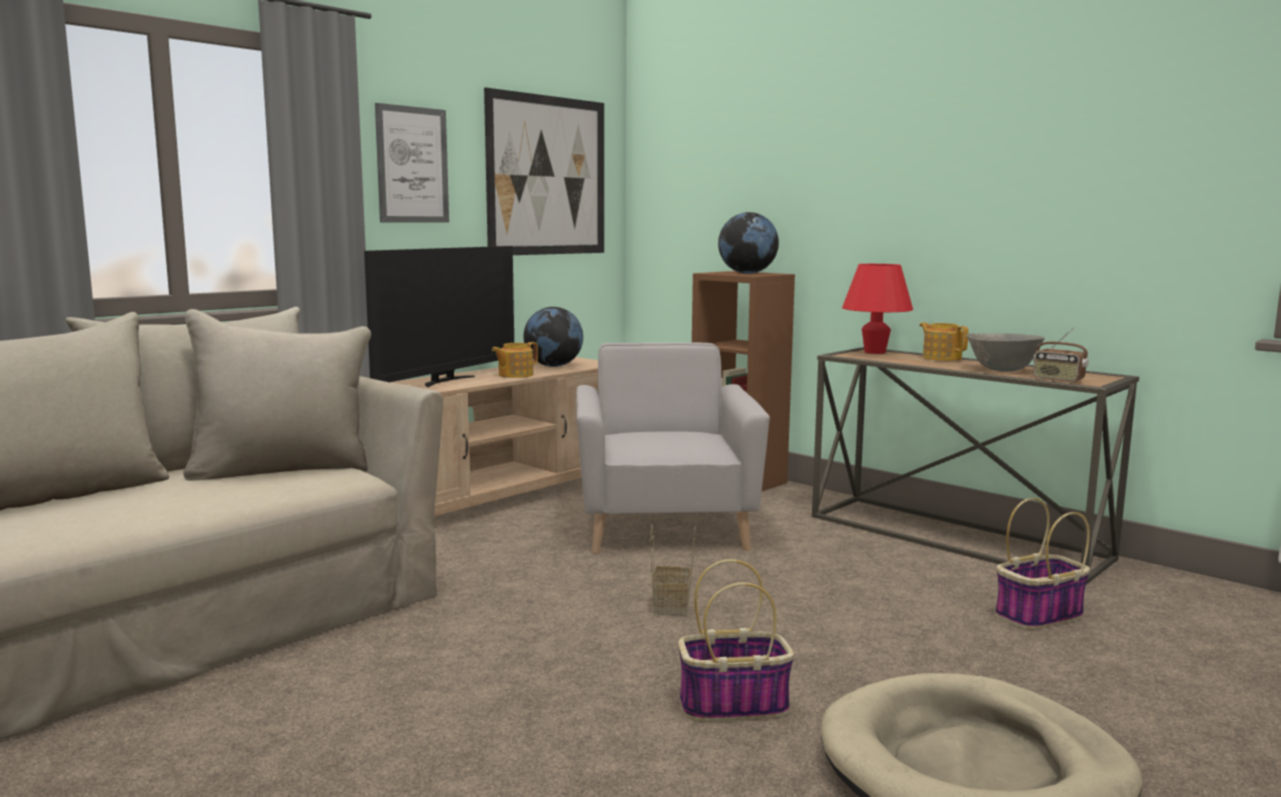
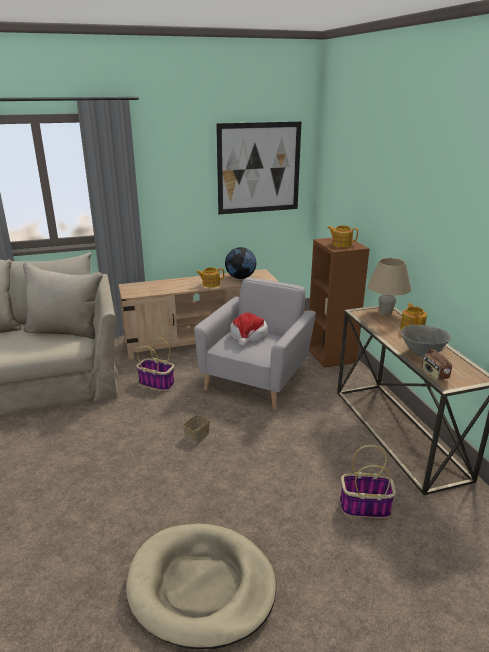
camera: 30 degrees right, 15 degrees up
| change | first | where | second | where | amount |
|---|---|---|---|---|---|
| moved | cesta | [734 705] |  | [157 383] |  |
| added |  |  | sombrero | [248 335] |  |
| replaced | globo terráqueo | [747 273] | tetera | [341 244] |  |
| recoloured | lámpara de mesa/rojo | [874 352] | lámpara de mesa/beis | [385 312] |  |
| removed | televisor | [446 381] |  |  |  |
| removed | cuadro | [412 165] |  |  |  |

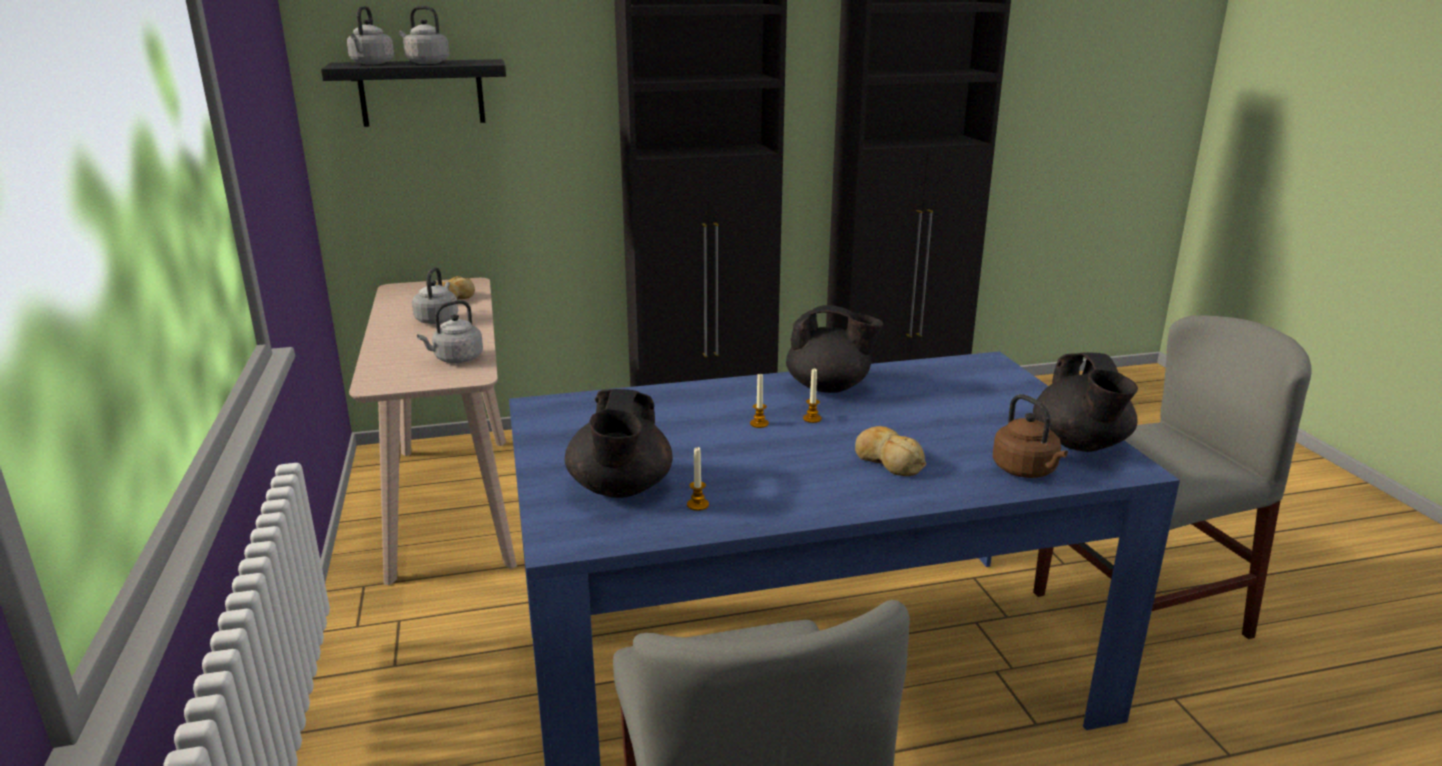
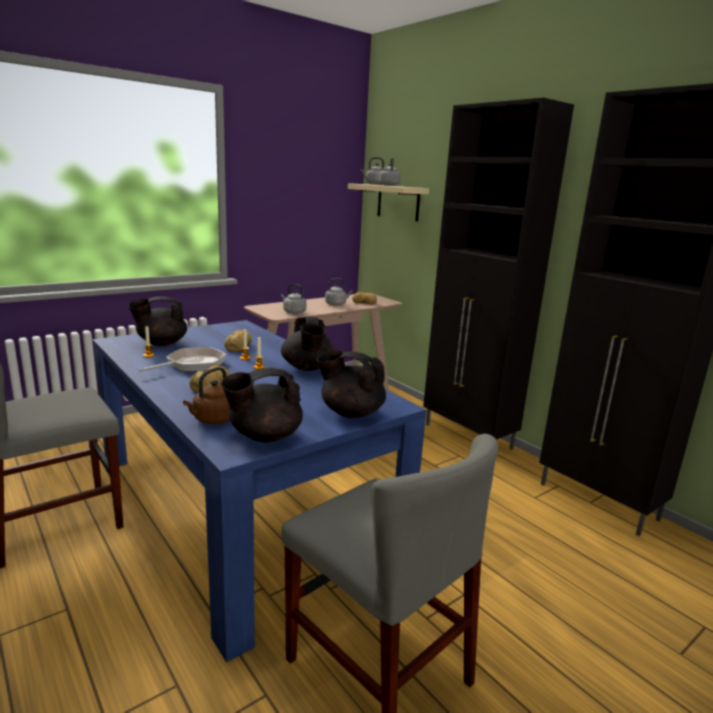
camera: 65 degrees right, 5 degrees down
| change | first | where | second | where | amount |
|---|---|---|---|---|---|
| added |  |  | sartén | [192 365] |  |
| added |  |  | pan | [238 346] |  |
| added |  |  | tetera/negro | [351 412] |  |
| recoloured | estante/negro | [421 92] | estante/beis | [398 202] |  |

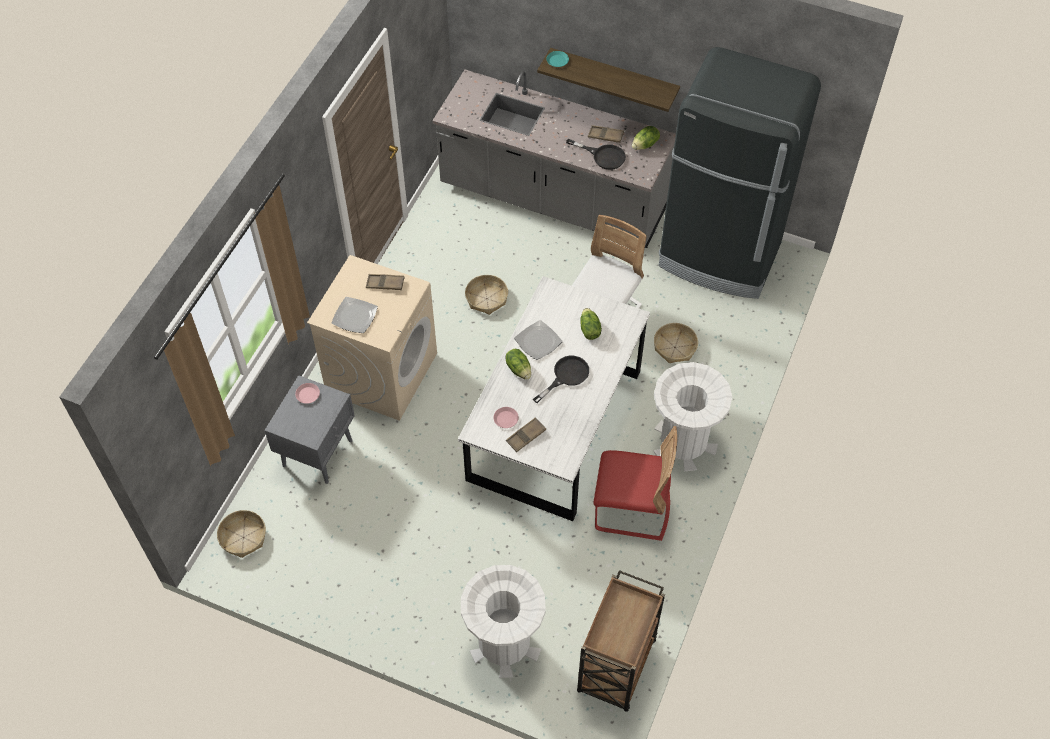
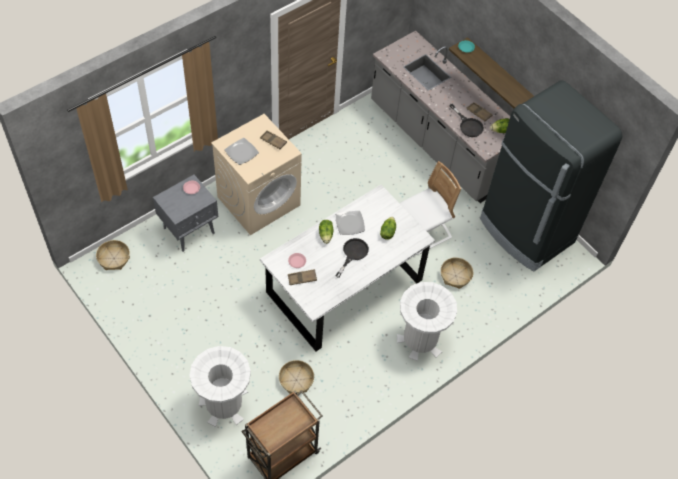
camera: 25 degrees right, 0 degrees up
| change | first | where | second | where | amount |
|---|---|---|---|---|---|
| moved | cesta | [486 299] |  | [296 380] |  |
| turned | sartén/negro | [566 376] |  | [353 254] | 45 degrees counterclockwise |
| removed | silla/rojo | [631 509] |  |  |  |

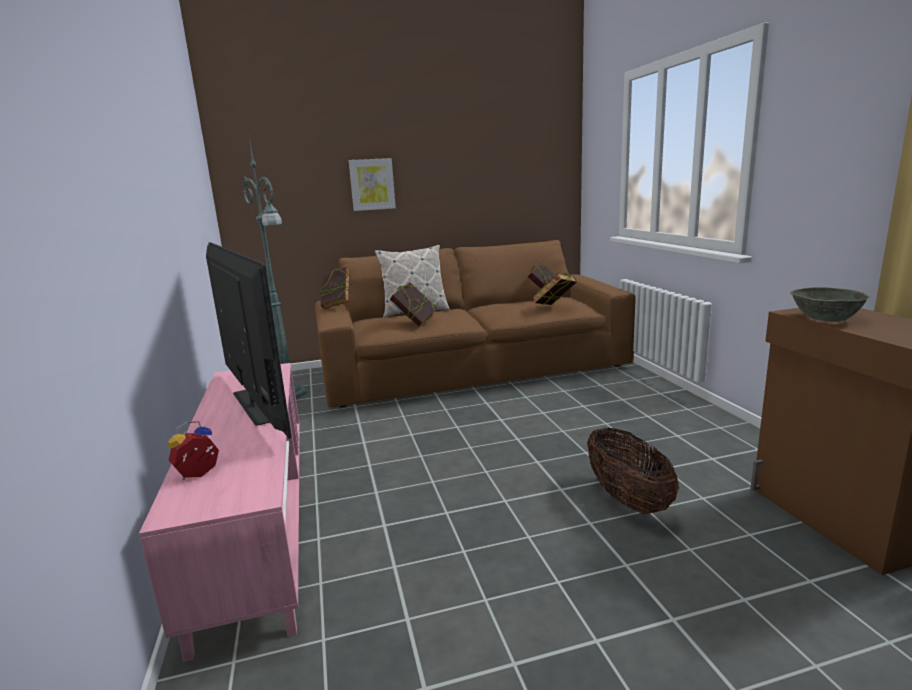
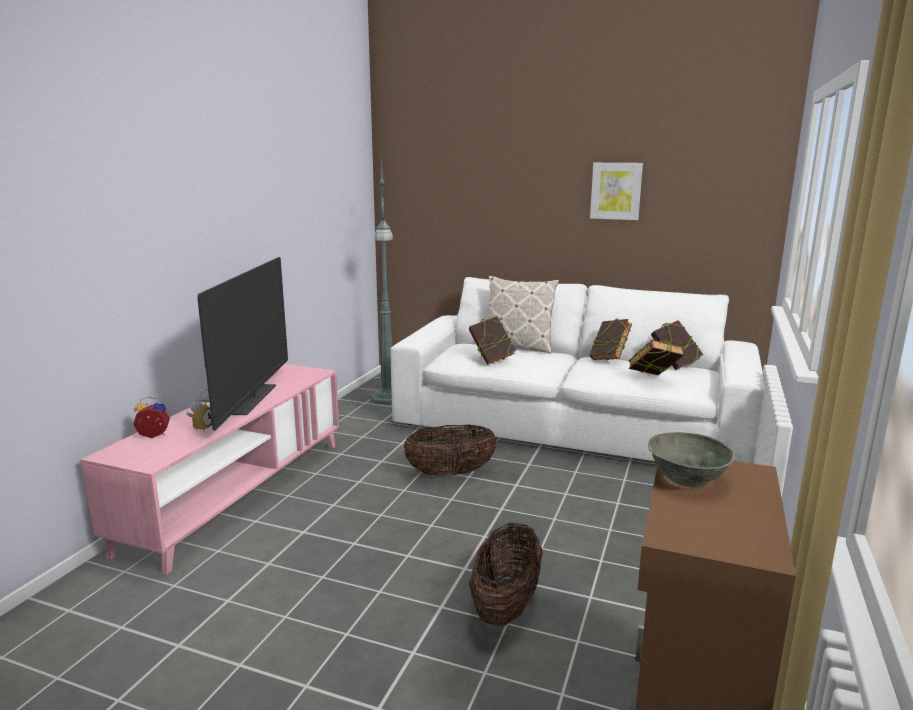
camera: 35 degrees right, 0 degrees up
| change | first | where | second | where | amount |
|---|---|---|---|---|---|
| added |  |  | despertador | [201 427] |  |
| recoloured | sofá/marrón | [473 369] | sofá/blanco | [570 425] |  |
| added |  |  | cesta | [450 473] |  |
| moved | libro | [337 306] |  | [609 359] |  |
| moved | cuadro | [372 184] |  | [616 191] |  |

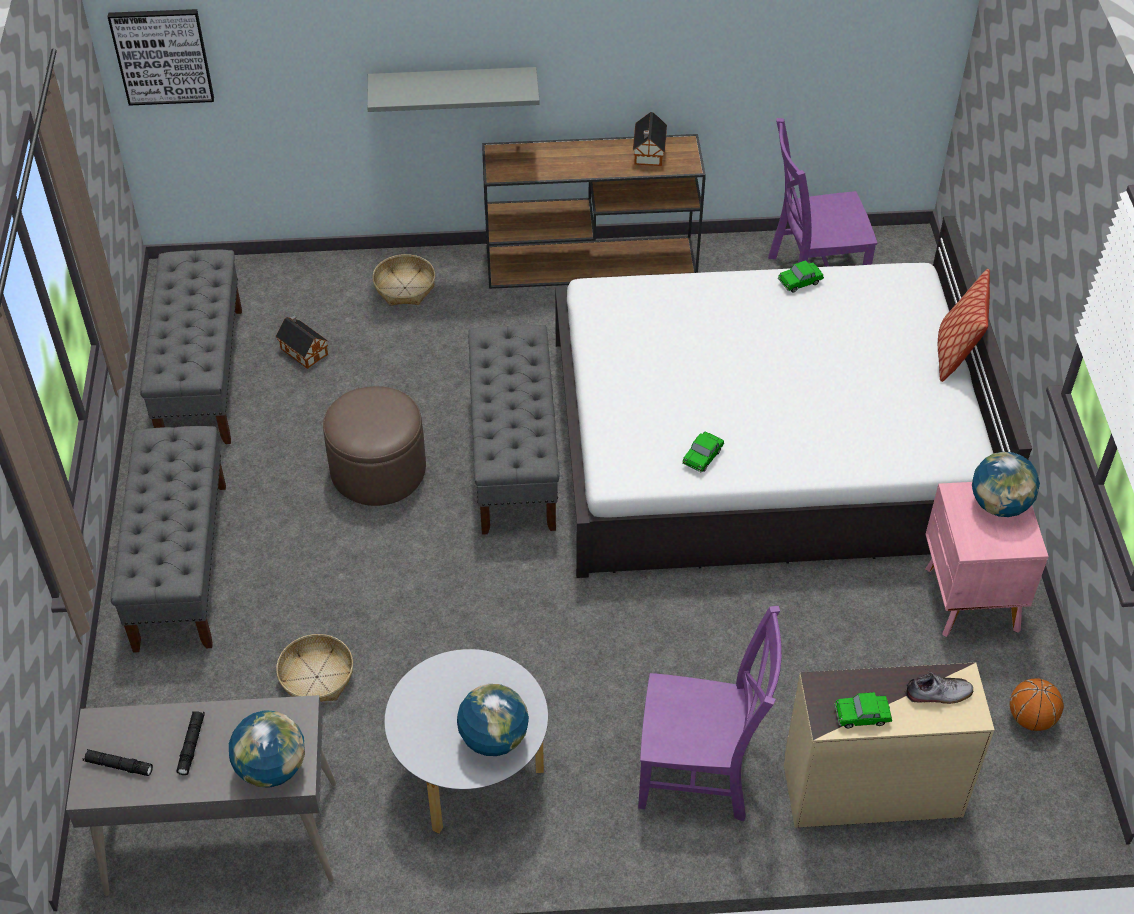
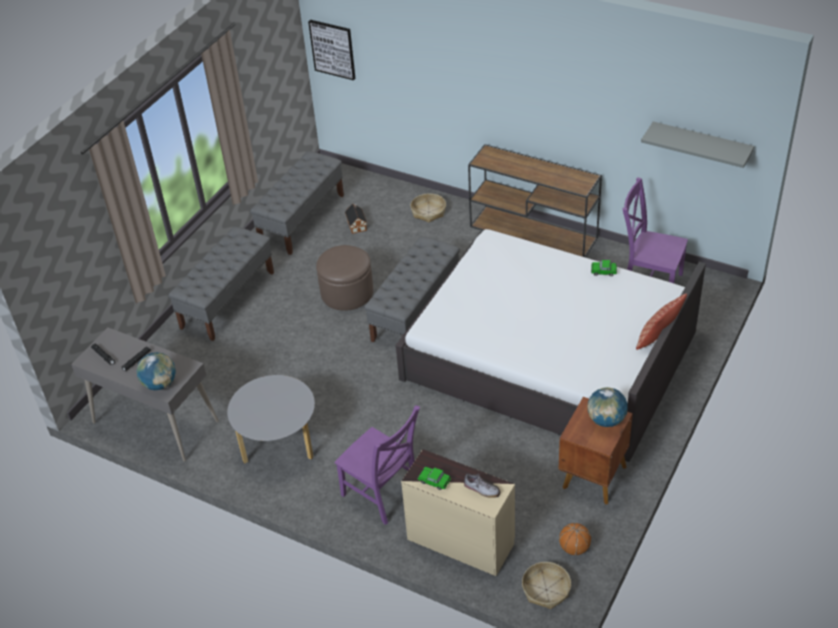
camera: 35 degrees right, 5 degrees down
| change | first | where | second | where | amount |
|---|---|---|---|---|---|
| moved | cesta | [316 677] |  | [546 590] |  |
| recoloured | mesita de noche/rosa | [970 600] | mesita de noche/marrón | [593 477] |  |
| moved | estante/gris | [453 88] |  | [701 144] |  |
| removed | globo terráqueo | [493 738] |  |  |  |
| removed | casita | [648 153] |  |  |  |
| removed | coche de juguete | [702 457] |  |  |  |

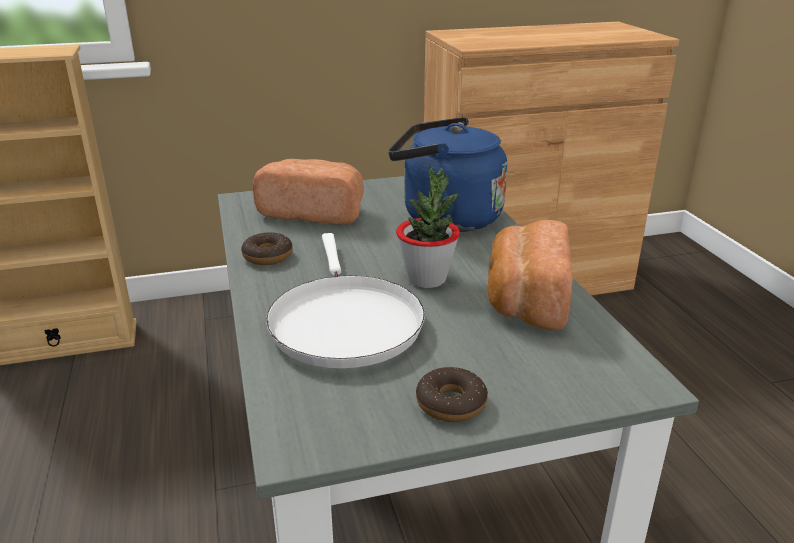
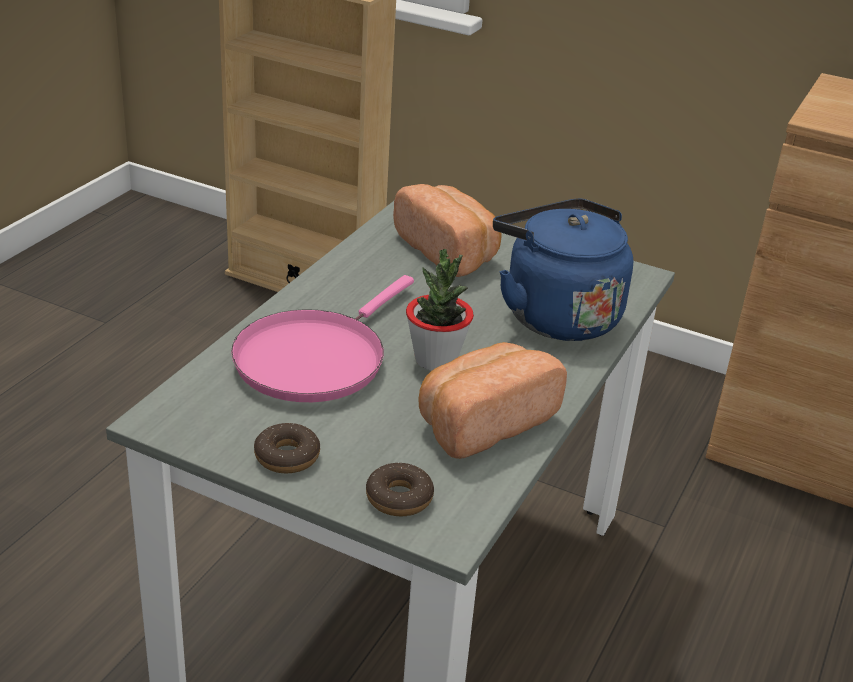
camera: 40 degrees right, 5 degrees up
| change | first | where | second | where | amount |
|---|---|---|---|---|---|
| recoloured | sartén/blanco | [343 322] | sartén/rosa | [314 358] |  |
| moved | rosquilla | [268 256] |  | [399 498] |  |

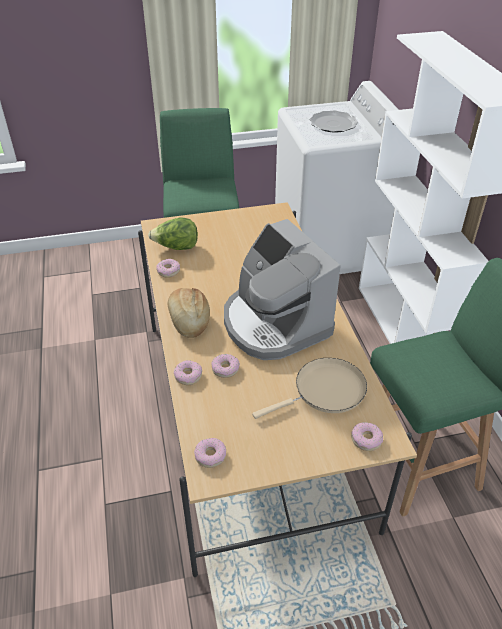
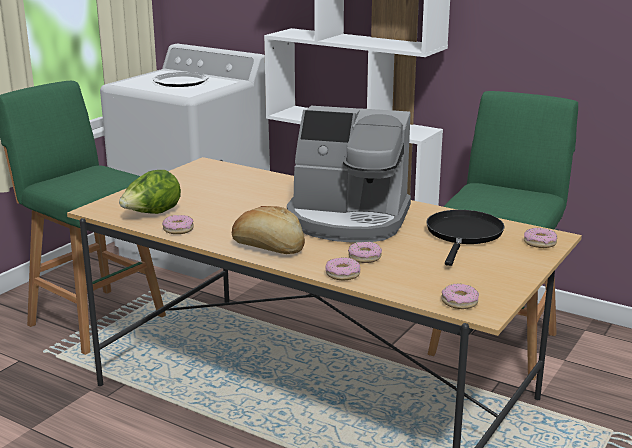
camera: 45 degrees left, 20 degrees down
| change | first | where | second | where | amount |
|---|---|---|---|---|---|
| recoloured | sartén/beis | [325 391] | sartén/negro | [463 235] |  |

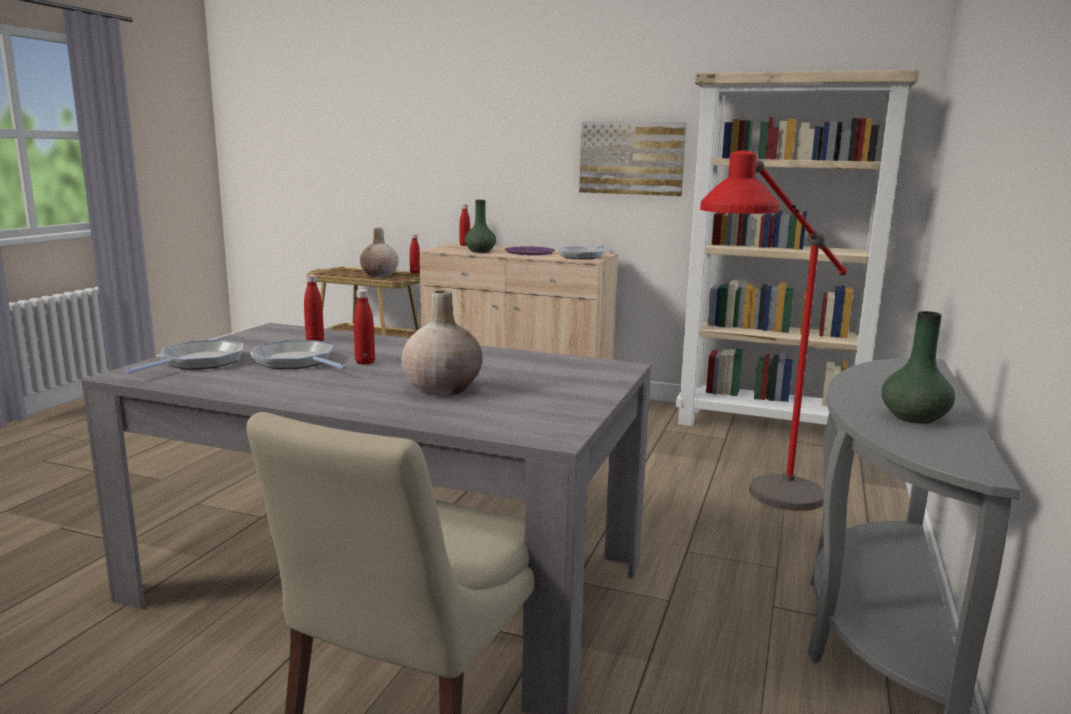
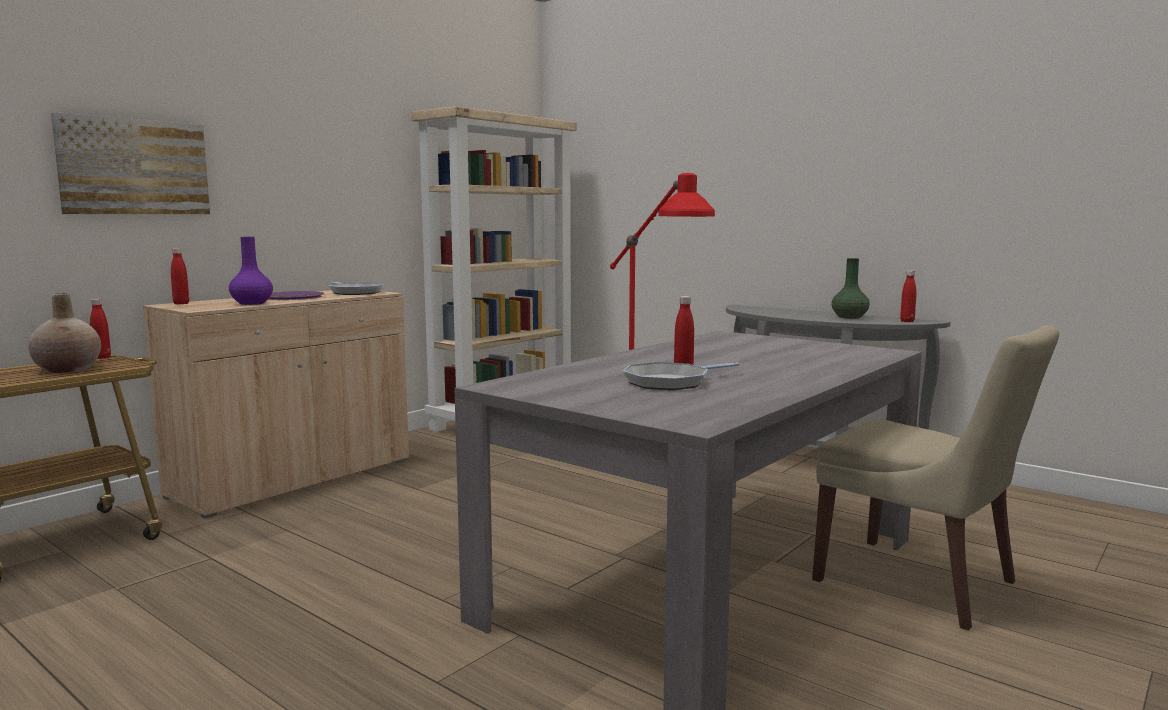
camera: 70 degrees left, 5 degrees down
| change | first | where | second | where | amount |
|---|---|---|---|---|---|
| moved | cuadro | [632 158] |  | [134 167] |  |
| recoloured | florero/verde | [480 251] | florero/morado | [251 303] |  |
| moved | botella/rojo | [315 341] |  | [907 321] |  |
| removed | sartén | [198 362] |  |  |  |
| removed | florero/beis | [442 389] |  |  |  |

